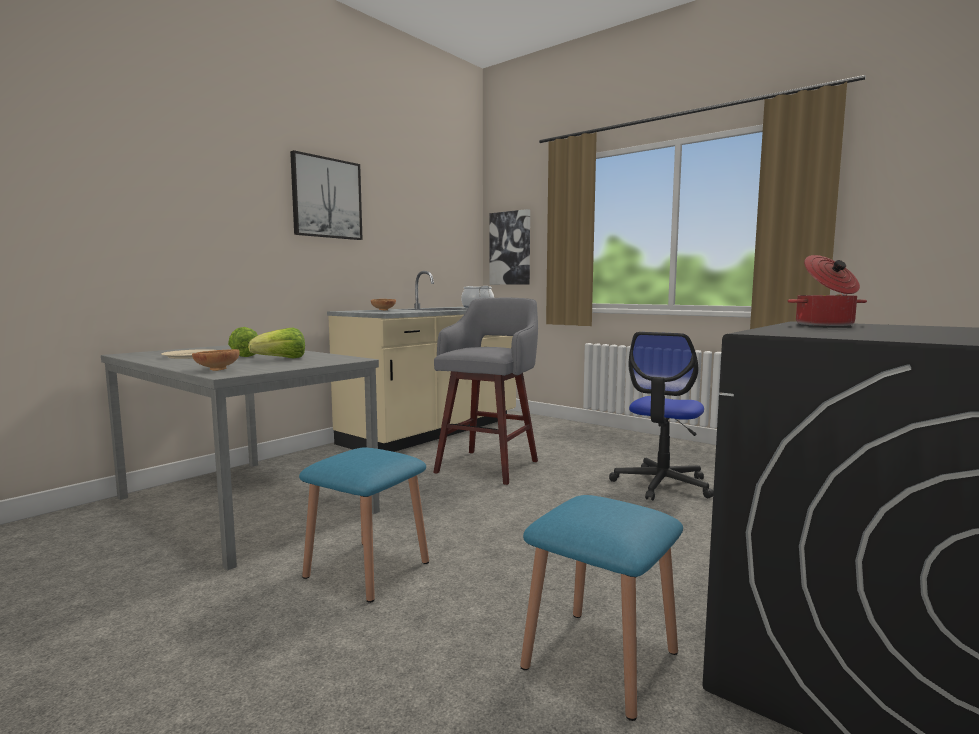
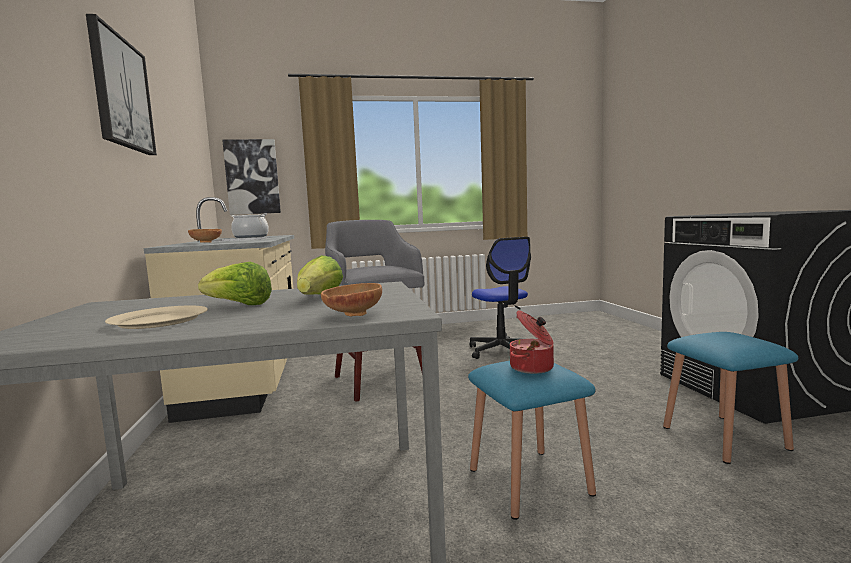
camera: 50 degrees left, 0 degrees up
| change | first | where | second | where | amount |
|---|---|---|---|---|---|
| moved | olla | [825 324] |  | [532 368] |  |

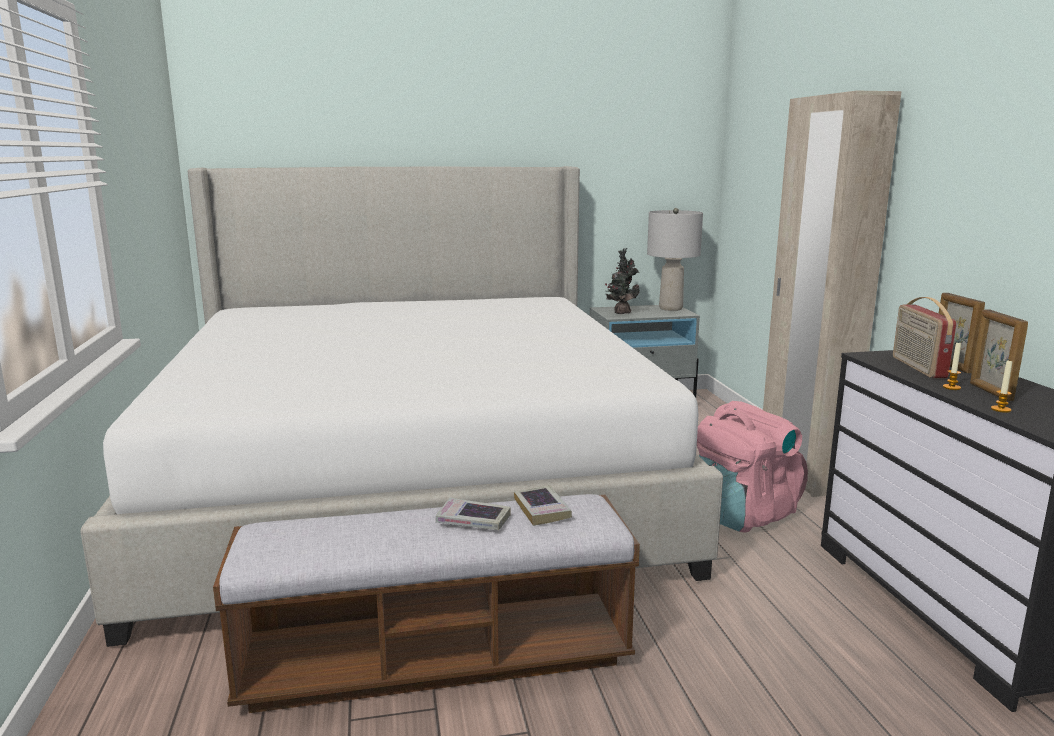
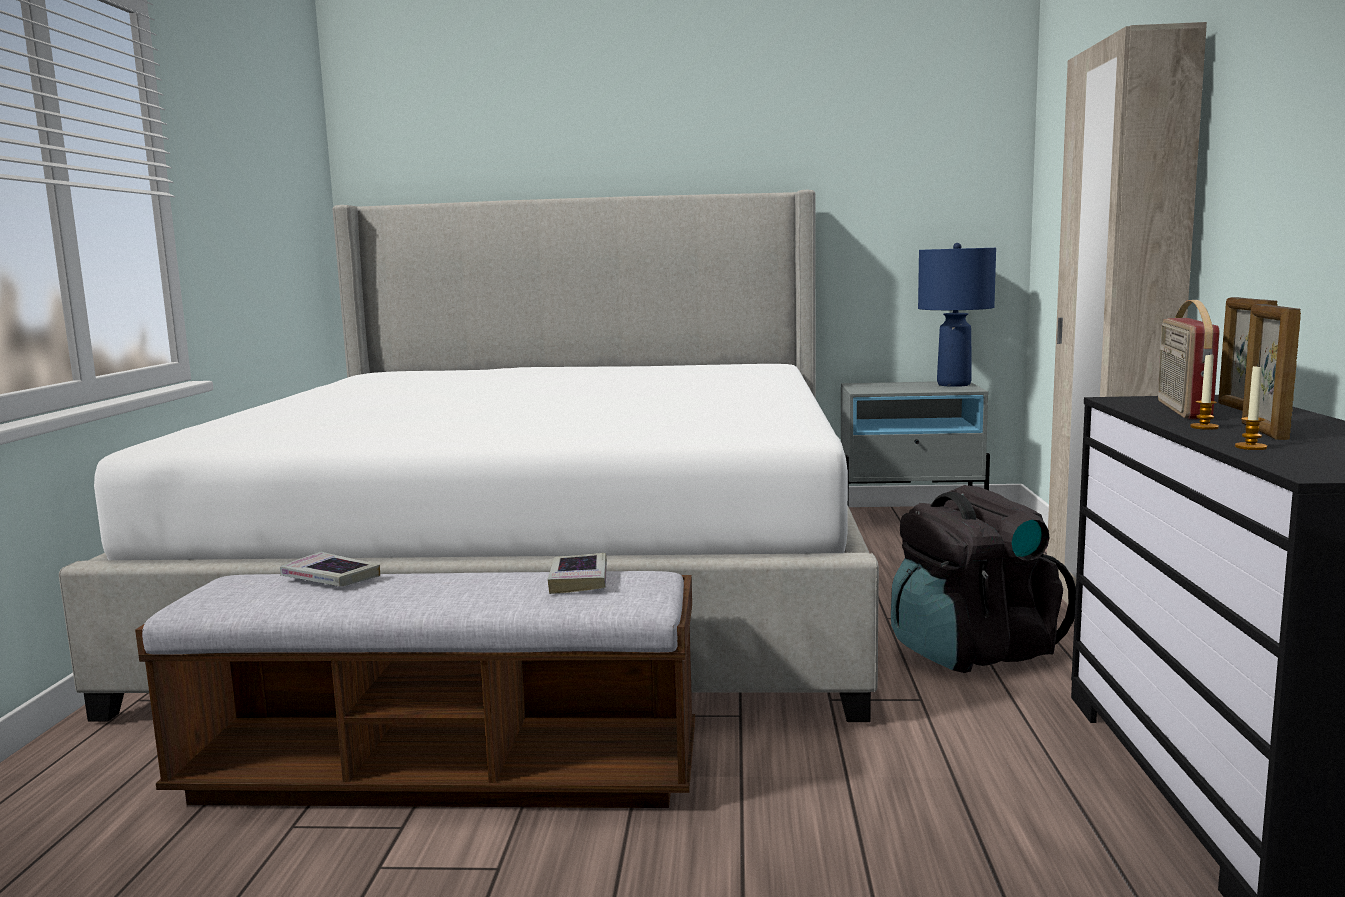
camera: 15 degrees right, 5 degrees down
| change | first | where | second | where | amount |
|---|---|---|---|---|---|
| moved | libro | [473 520] |  | [330 578] |  |
| recoloured | mochila/rosa | [741 514] | mochila/negro | [972 651] |  |
| recoloured | lámpara de mesa/gris | [671 308] | lámpara de mesa/azul | [954 384] |  |
| removed | planta en maceta | [621 313] |  |  |  |

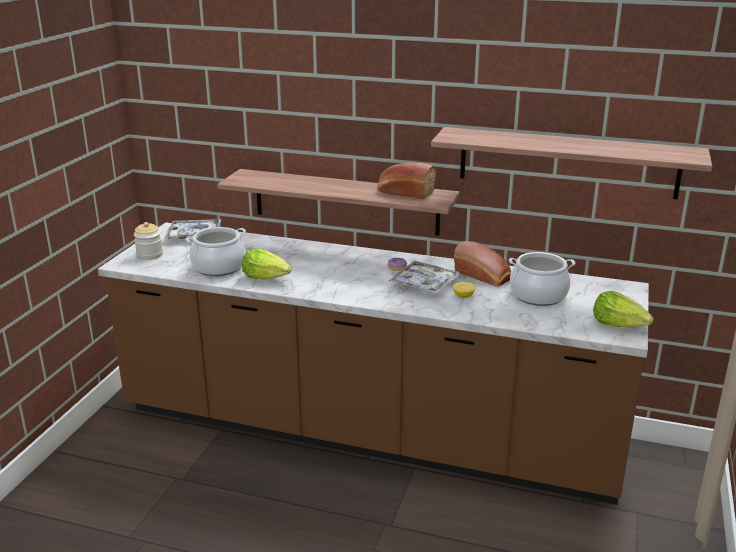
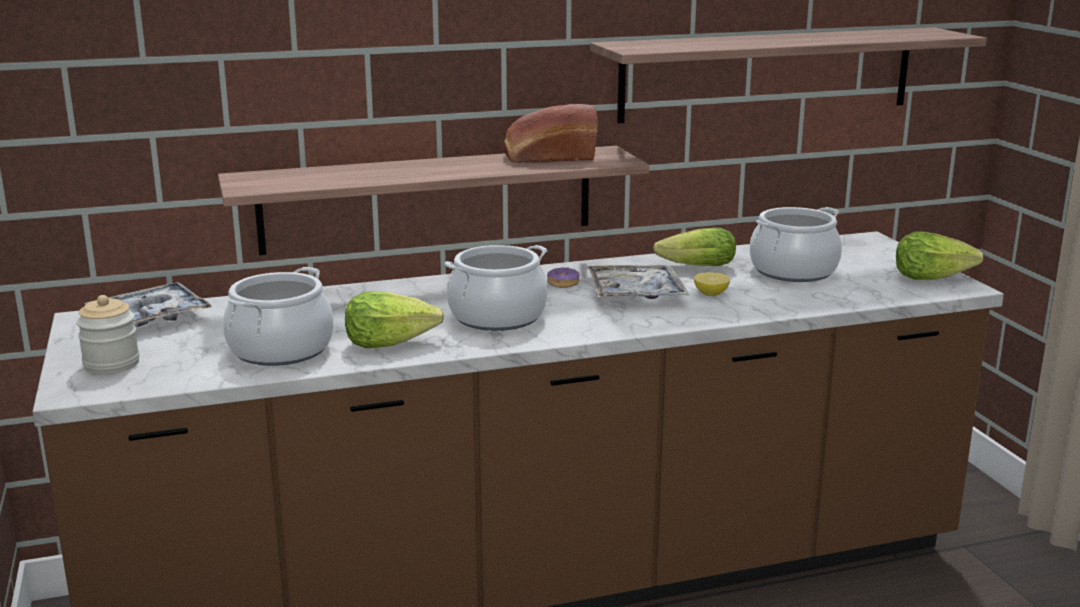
camera: 35 degrees left, 5 degrees down
| change | first | where | second | where | amount |
|---|---|---|---|---|---|
| added |  |  | olla | [497 317] |  |
| replaced | pan | [484 276] | lechuga | [693 267] |  |

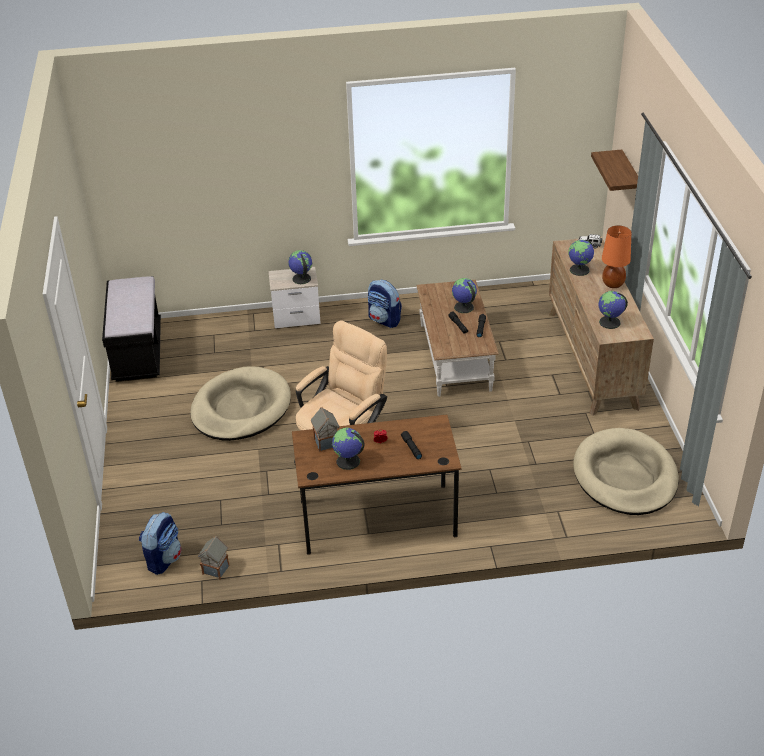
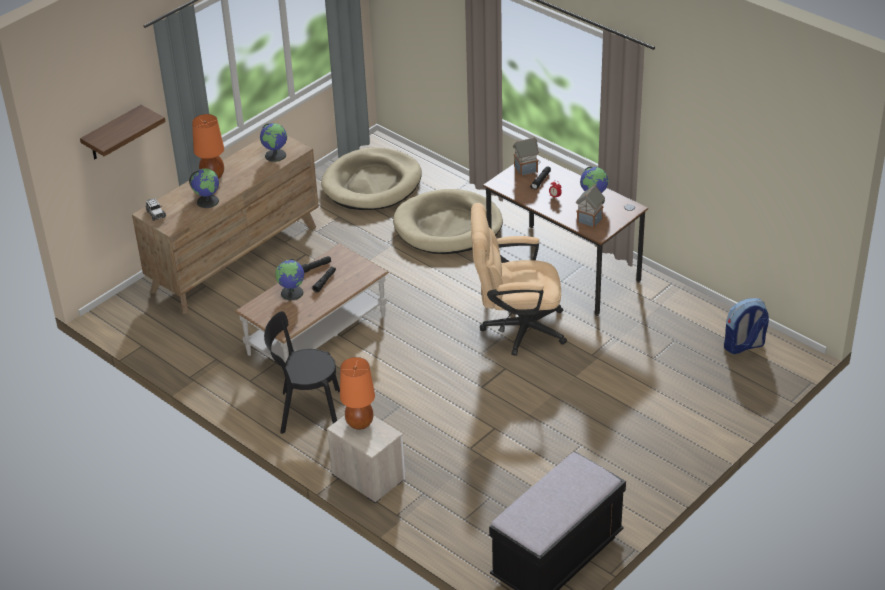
camera: 130 degrees left, 0 degrees up
| change | first | where | second | where | amount |
|---|---|---|---|---|---|
| replaced | mochila | [384 320] | silla/negro | [306 411] |  |
| replaced | globo terráqueo | [301 279] | lámpara de mesa/naranja | [360 423] |  |
| moved | cama para perro/beis | [241 408] |  | [448 226] |  |
| moved | casita | [216 569] |  | [525 169] |  |

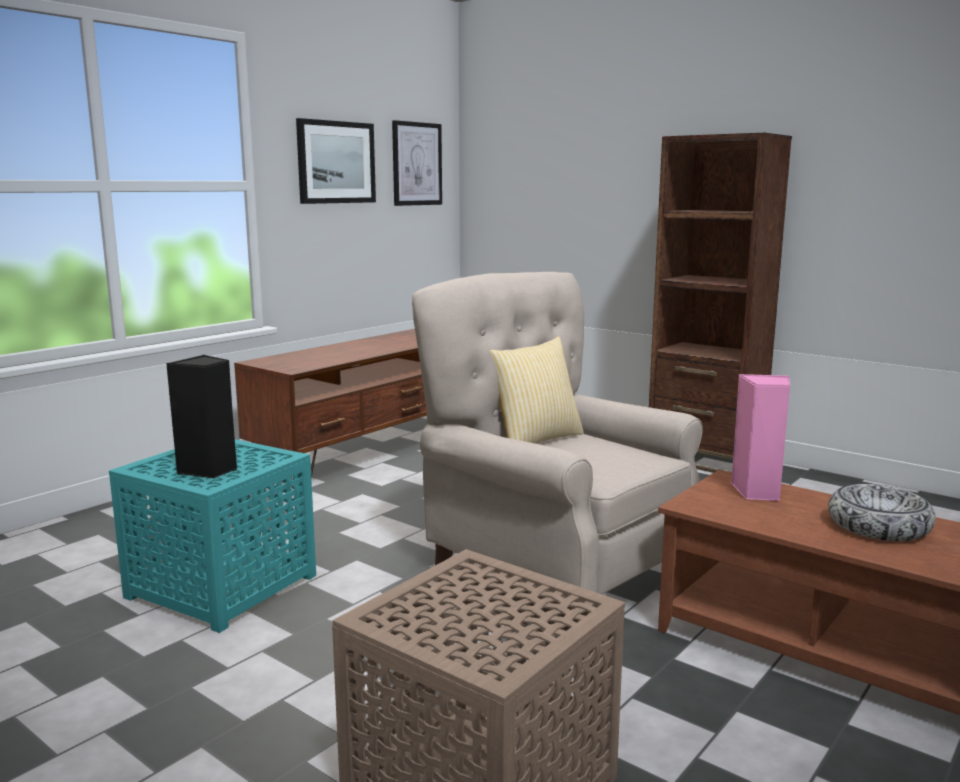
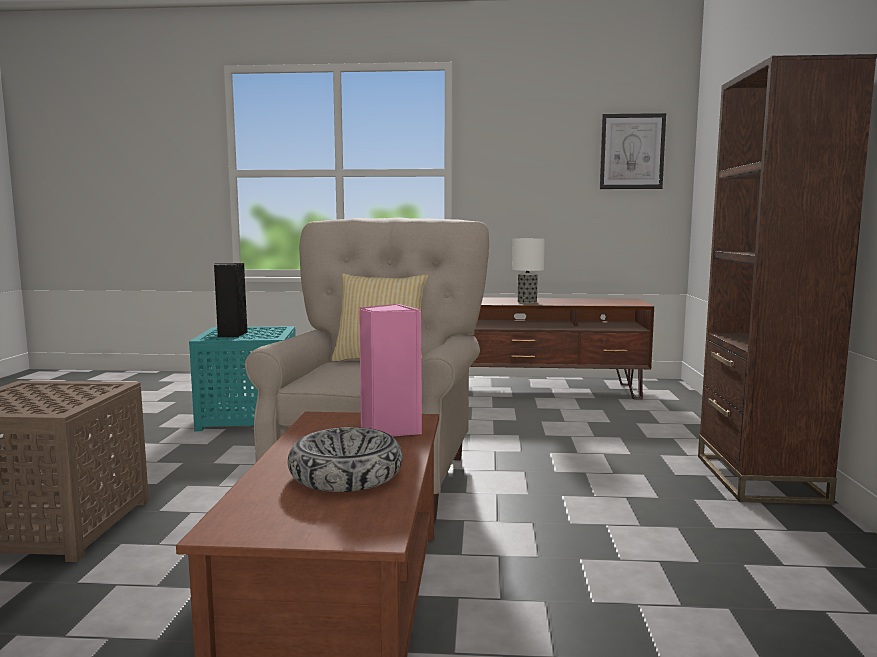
camera: 55 degrees right, 5 degrees down
| change | first | where | second | where | amount |
|---|---|---|---|---|---|
| added |  |  | lámpara de mesa | [526 302] |  |
| removed | cuadro | [336 162] |  |  |  |

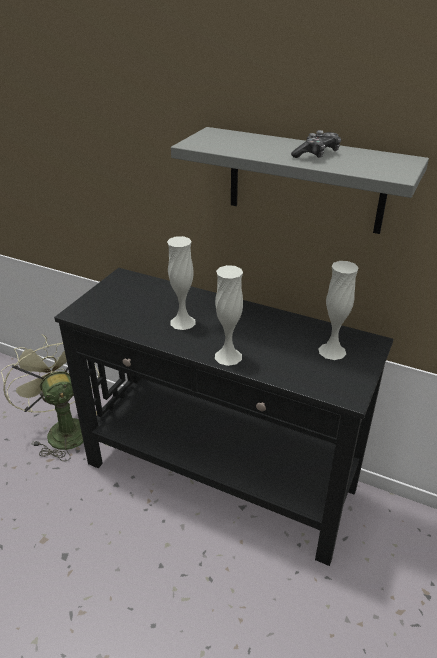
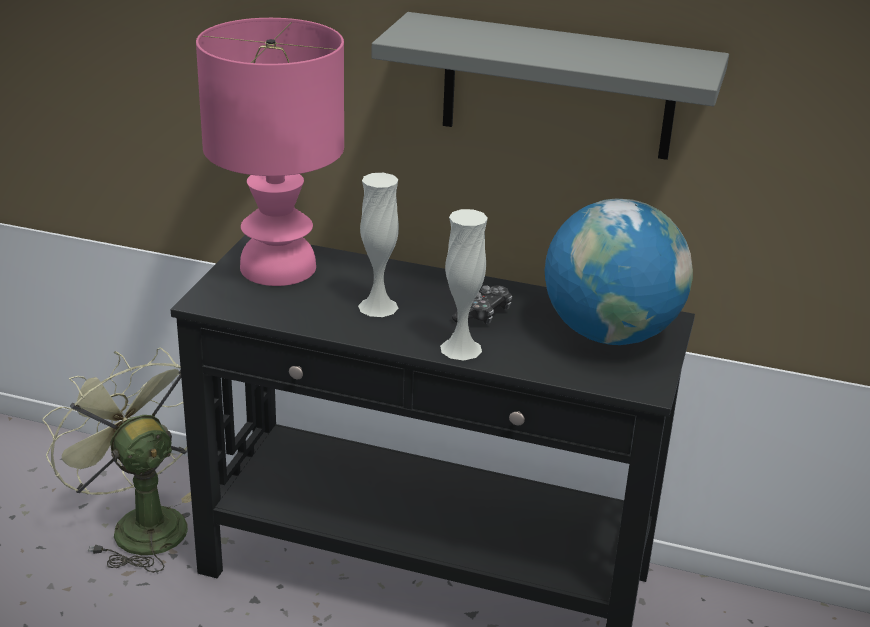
camera: 10 degrees left, 5 degrees down
| change | first | where | second | where | amount |
|---|---|---|---|---|---|
| added |  |  | lámpara de mesa/rosa | [278 268] |  |
| moved | mando de consola | [317 154] |  | [484 314] |  |
| replaced | florero/blanco | [332 351] | globo terráqueo | [610 334] |  |

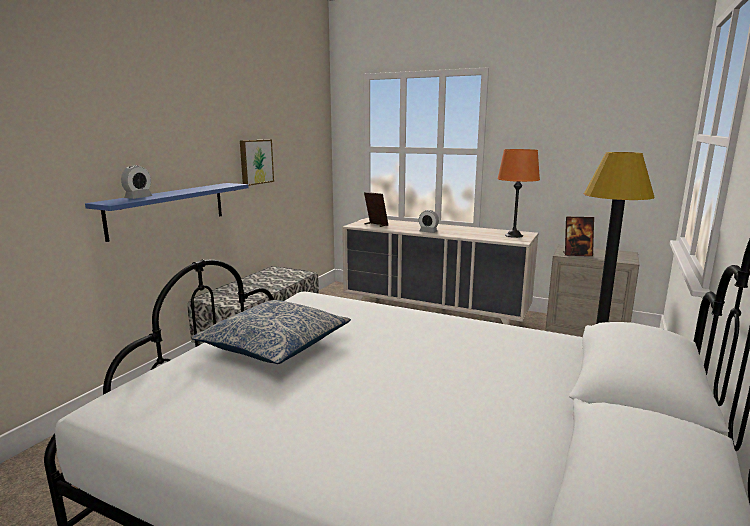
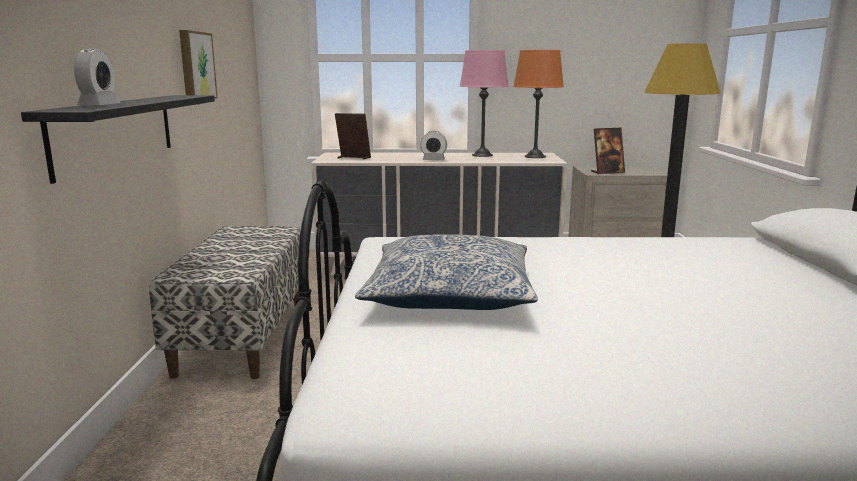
camera: 25 degrees left, 0 degrees up
| change | first | where | second | where | amount |
|---|---|---|---|---|---|
| recoloured | estante/azul | [168 209] | estante/negro | [116 132] |  |
| added |  |  | lámpara de mesa/rosa | [482 155] |  |

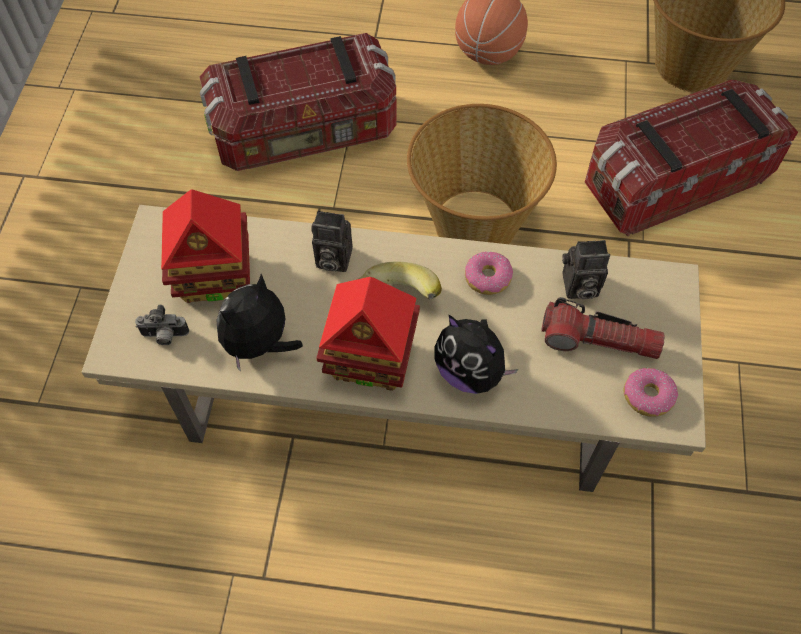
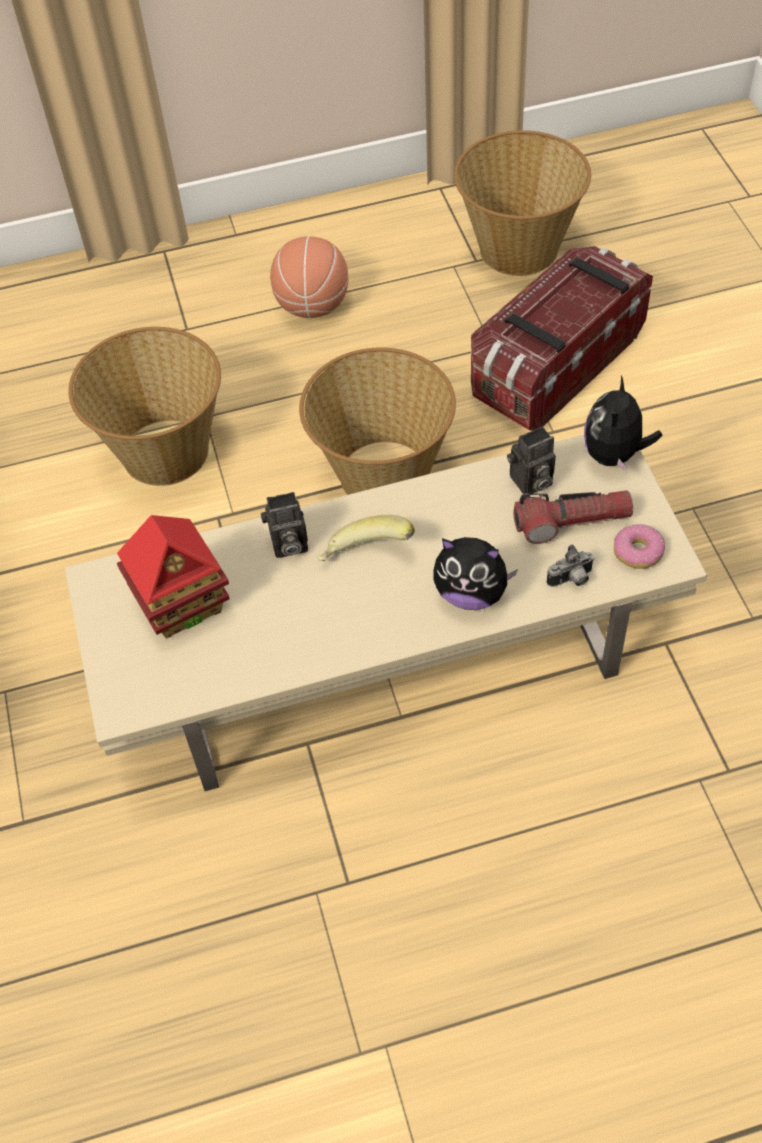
camera: 20 degrees left, 5 degrees down
| change | first | where | second | where | amount |
|---|---|---|---|---|---|
| replaced | caja de almacenaje | [305 133] | cesta | [164 451] |  |
| moved | cámara | [164 336] |  | [571 580] |  |
| moved | peluche | [260 345] |  | [614 455] |  |
| removed | casita | [371 359] |  |  |  |
| removed | rosquilla | [487 278] |  |  |  |

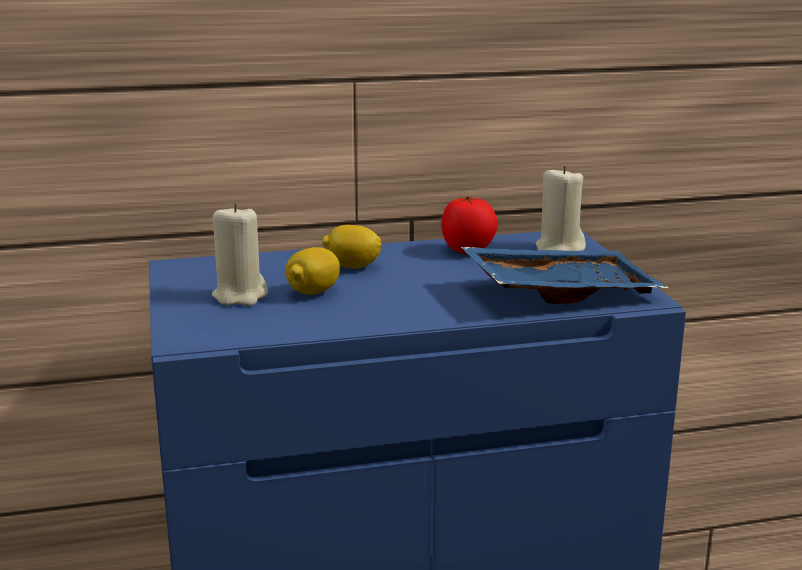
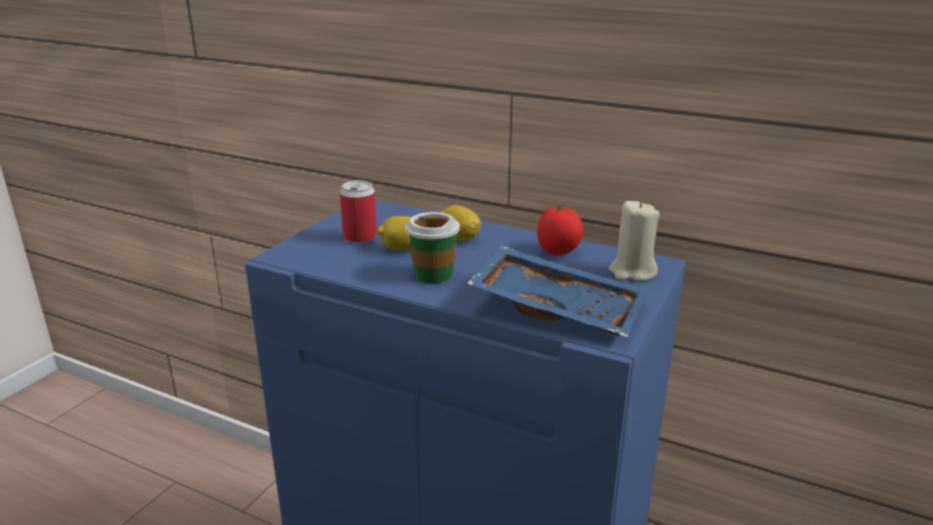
camera: 40 degrees right, 5 degrees up
| change | first | where | second | where | amount |
|---|---|---|---|---|---|
| replaced | vela/beis | [240 296] | lata | [360 237] |  |
| added |  |  | taza | [433 274] |  |

